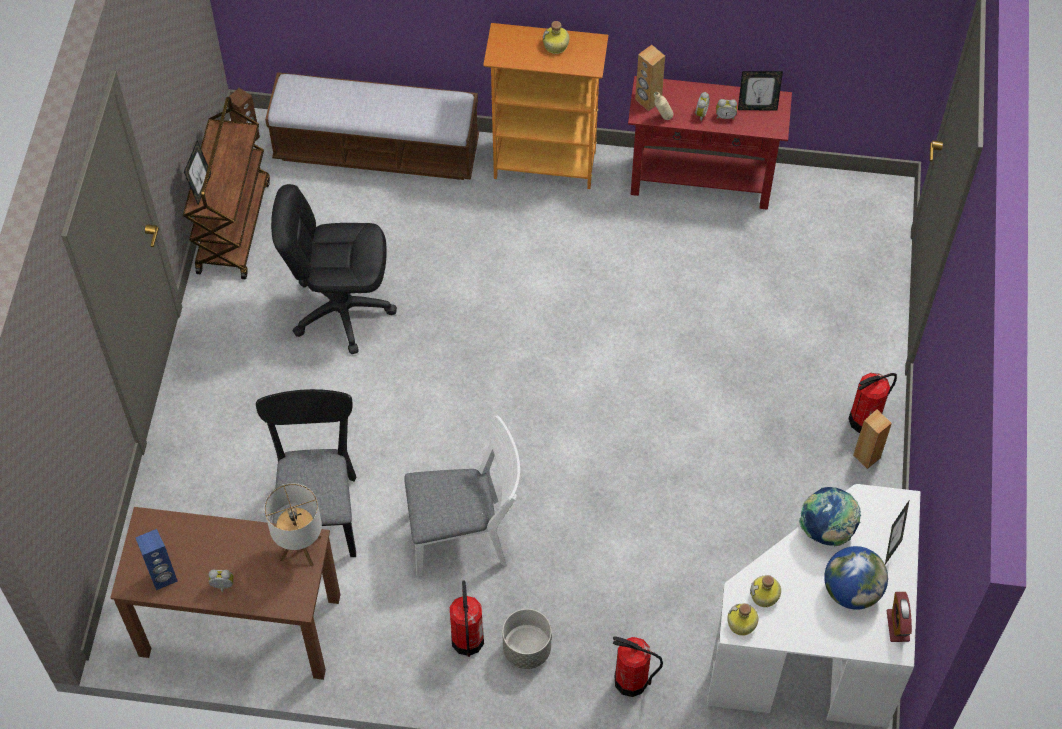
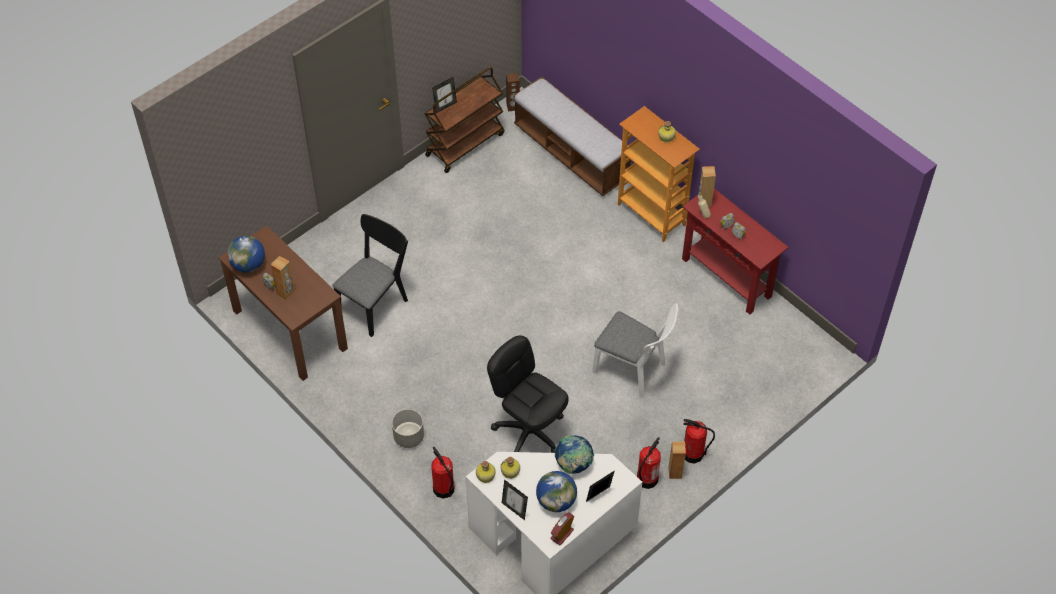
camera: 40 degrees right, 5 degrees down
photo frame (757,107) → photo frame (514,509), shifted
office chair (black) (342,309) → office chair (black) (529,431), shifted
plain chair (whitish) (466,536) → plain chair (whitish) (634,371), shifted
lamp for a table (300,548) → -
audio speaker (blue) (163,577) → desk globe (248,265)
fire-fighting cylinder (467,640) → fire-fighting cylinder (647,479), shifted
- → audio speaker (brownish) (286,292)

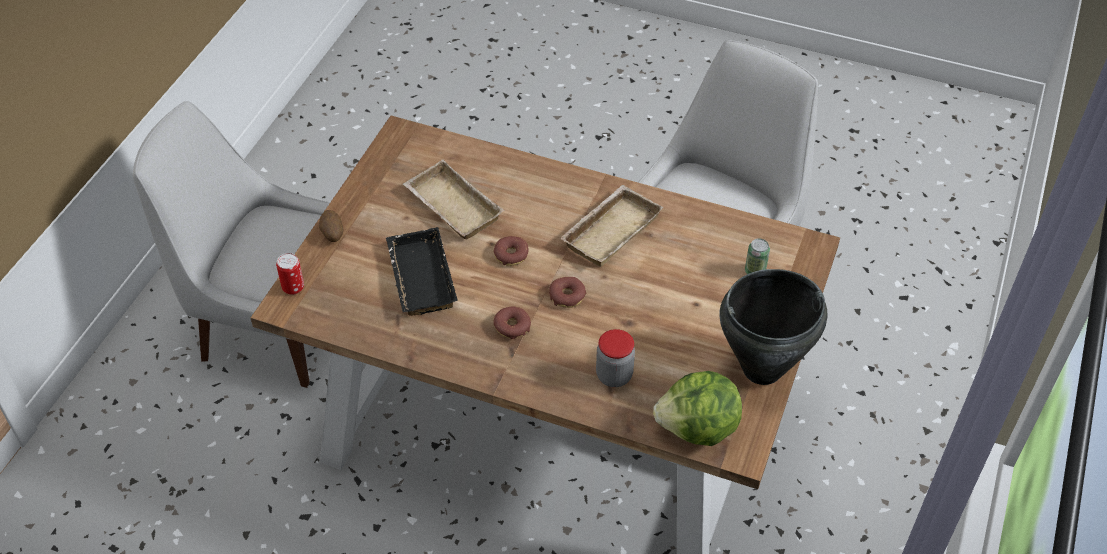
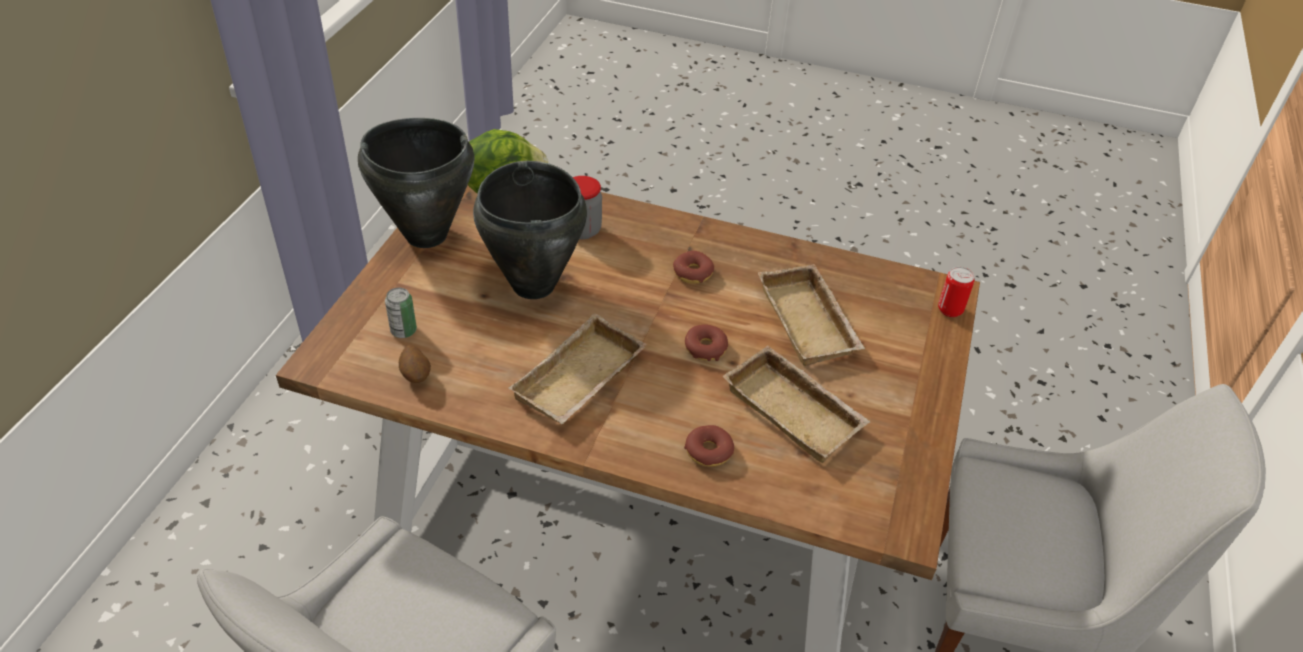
camera: 175 degrees right, 5 degrees down
whole potato (332,234) → whole potato (416,375), shifted
carrying tray (black) (418,277) → carrying tray (beige-coloured) (811,322)
doughnut (567,296) → doughnut (708,451), shifted
- → cooking pot (black) (532,285)

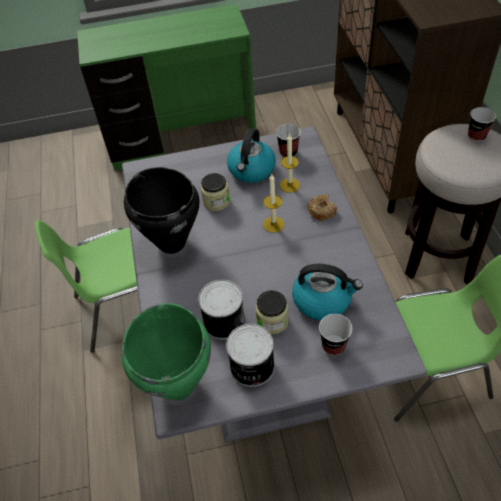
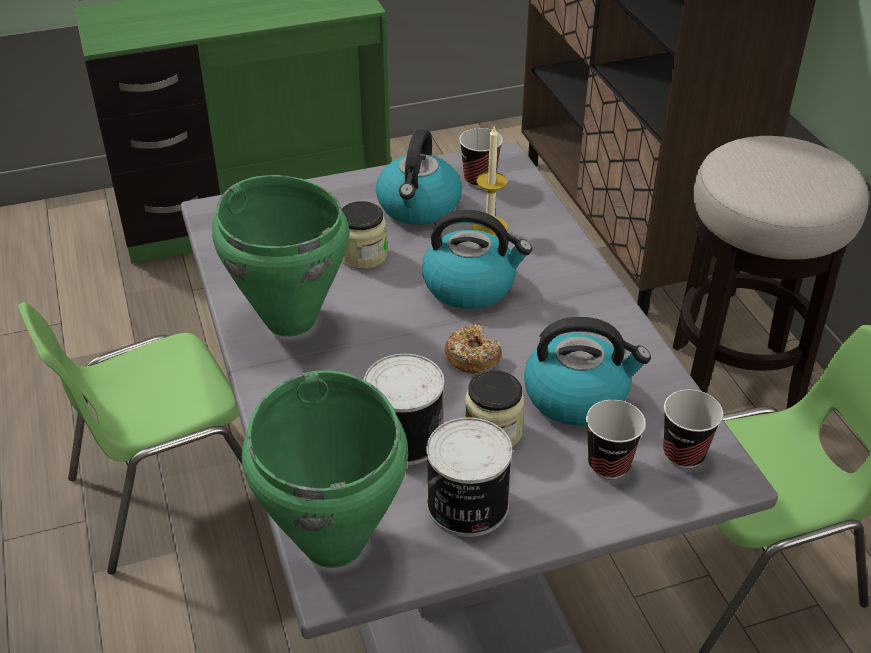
camera: 10 degrees left, 10 degrees down
small cup (476,136) → small cup (683,454), shifted
cooking pot (black) (172,242) → cooking pot (greenish) (290,319)
wax light (273,224) → tea kettle (471,285)
doughnut (322,211) → doughnut (472,356), shifted

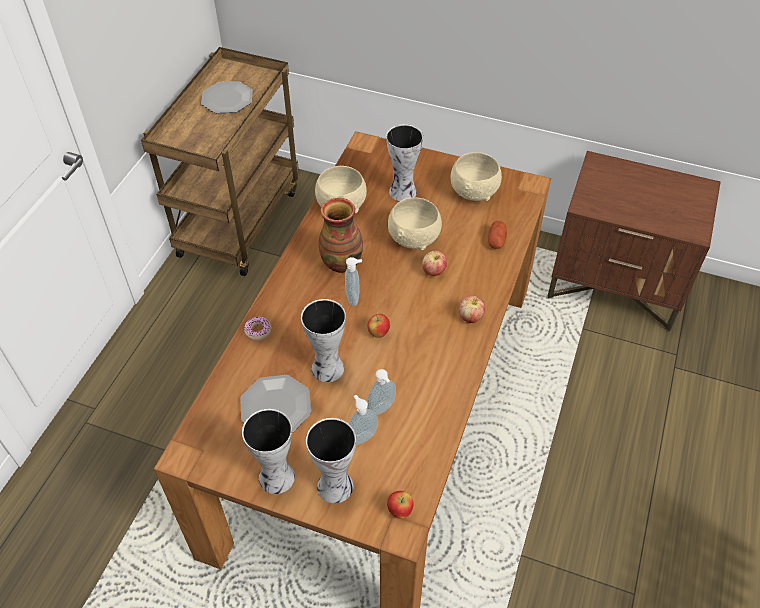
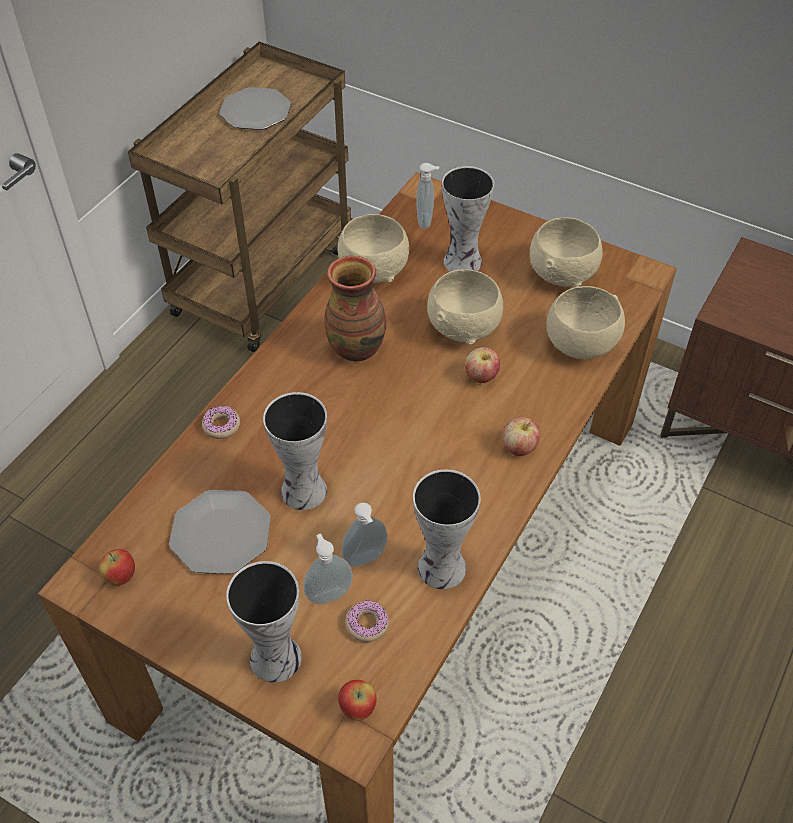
camera: 10 degrees right, 0 degrees up
whole potato (496,241) → deep dish (beige-coloured) (579,345)
soap bottle (354,298) → soap bottle (426,221), shifted
apple fruit (378,333) → apple fruit (121,577), shifted
flower vase (275,478) → flower vase (439,568), shifted
- → doughnut (367,624)

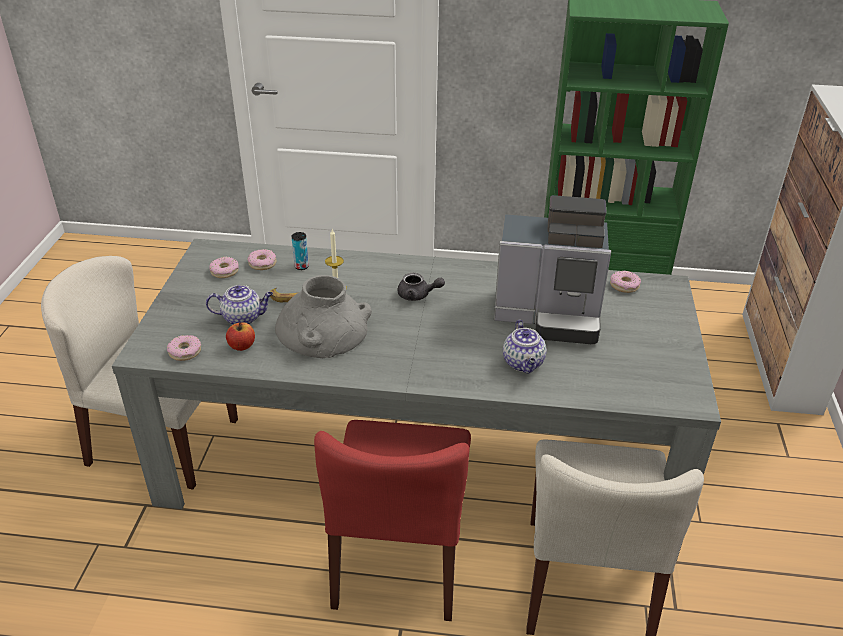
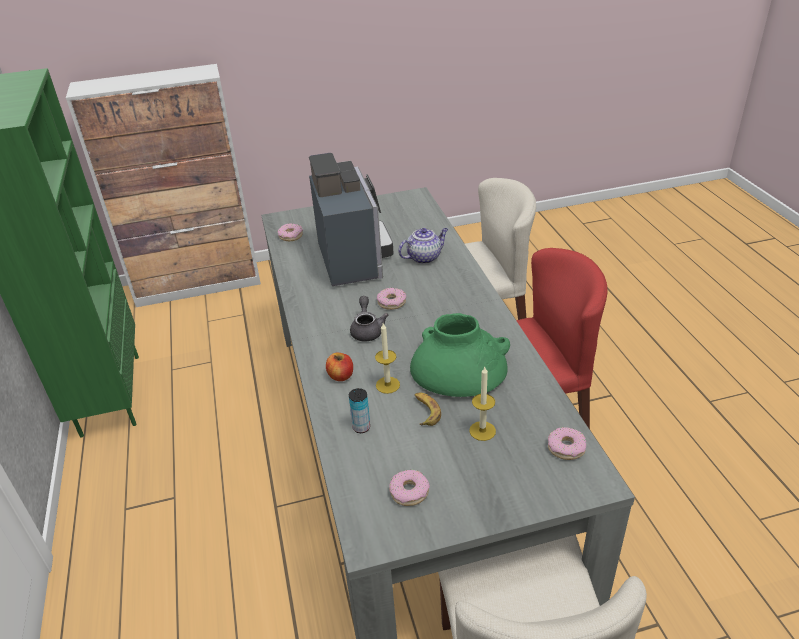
camera: 110 degrees left, 0 degrees up
doughnut (262,263) → doughnut (391,302), shifted
flower vase (greyish) (323,329) → flower vase (greenish) (458,368)
tea pot (243,318) → wax light (482,431)
apple fruit (242,346) → apple fruit (341,376), shifted

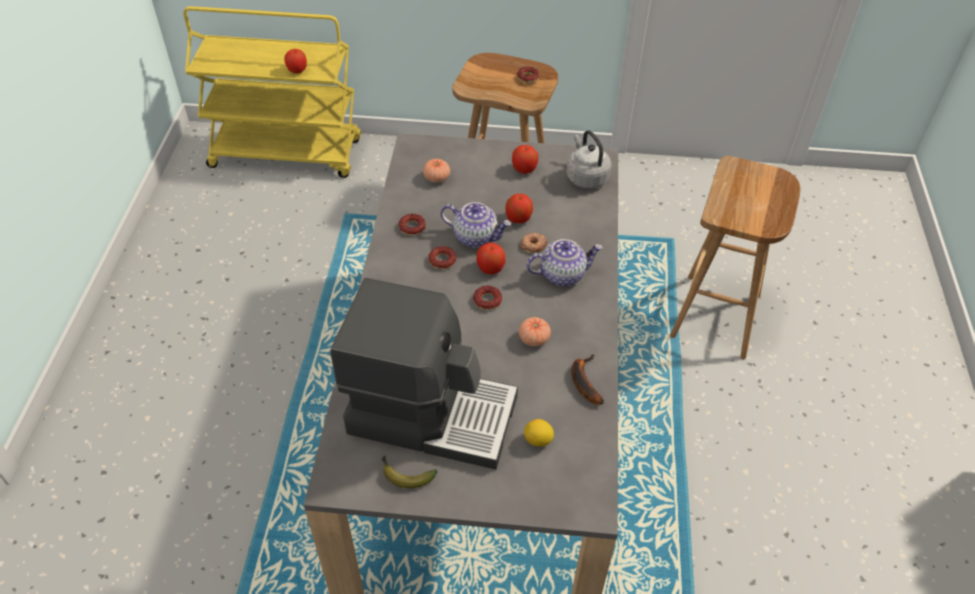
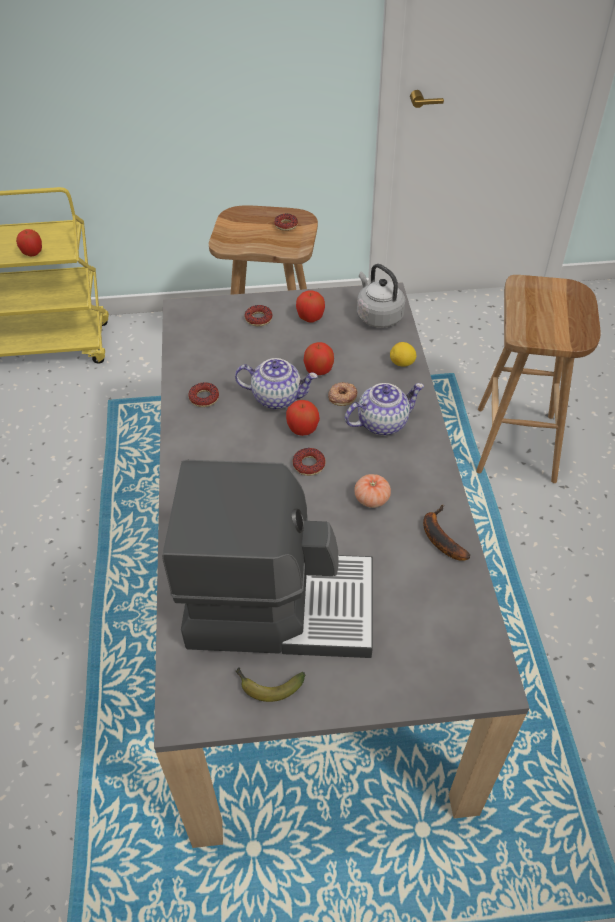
camera: 10 degrees left, 0 degrees up
whole tomato (436,178) → -
doughnut (442,260) → doughnut (258,319), shifted
lemon (538,440) → lemon (402,364), shifted

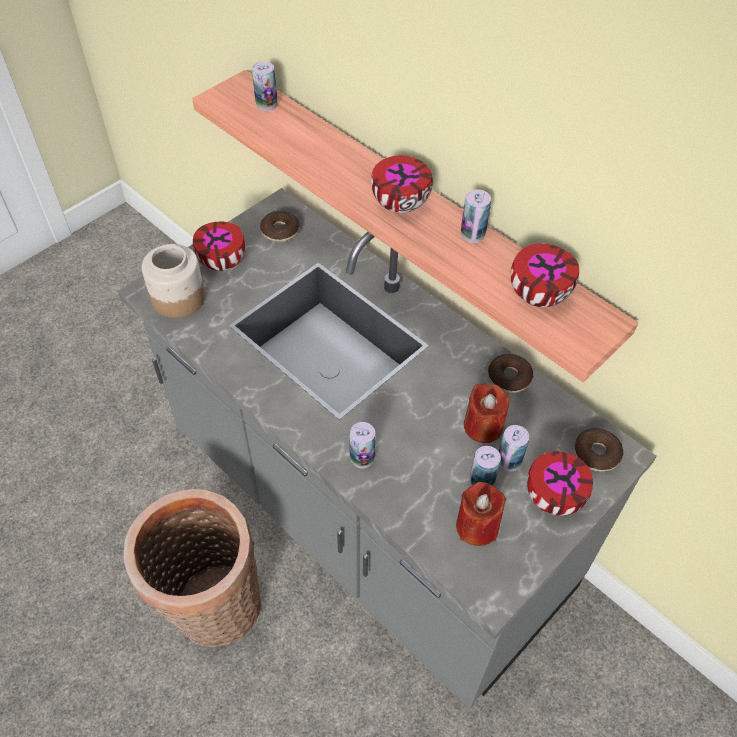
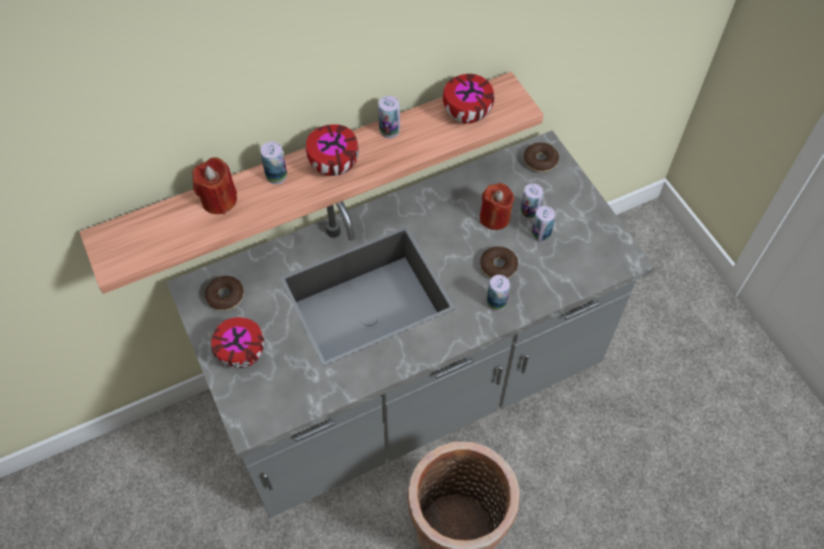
camera: 70 degrees left, 5 degrees up
can (266,105) → can (276,176), shifted
jar (177,298) → -
doughnut (509,378) → doughnut (498,267), shifted
deep dish (552,496) → -
wax light (red-coloured) (477,526) → wax light (red-coloured) (219,200), shifted

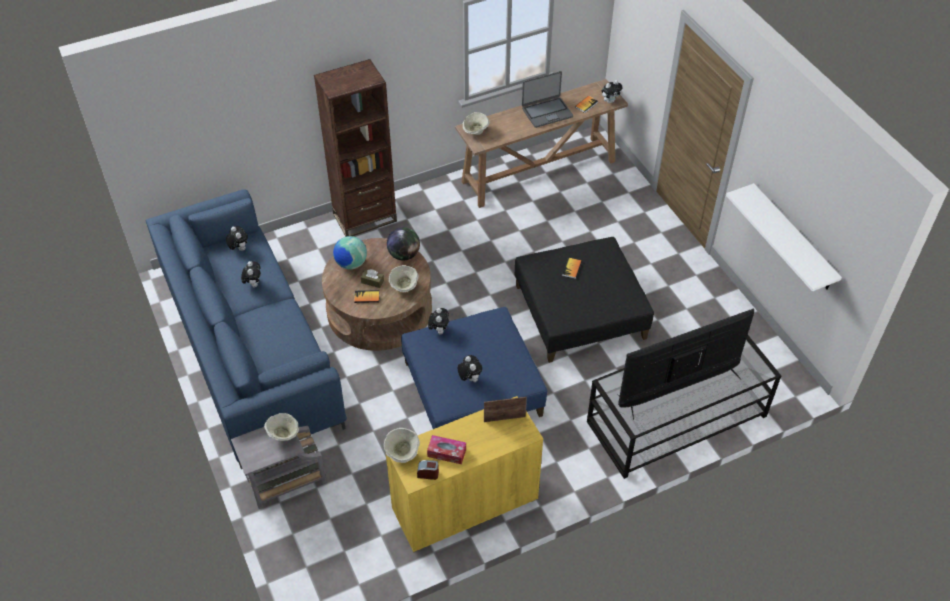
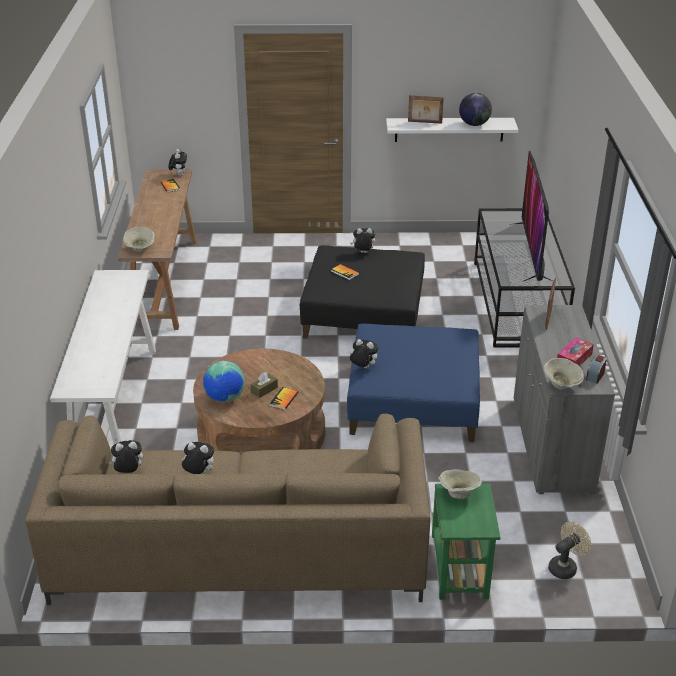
camera: 65 degrees left, 15 degrees down
bookcase (brownish) (365,218) → narrow table (whitish) (116,407)
portable computer (547,112) → -
couch (blue) (250,347) → couch (brownish) (239,549)
desk globe (404,255) → desk globe (474,124), shifted
deep dish (beige-coloured) (404,286) → -
soft toy (469,378) → soft toy (363,253), shifted
cabinet (yellow) (465,504) → cabinet (greyish) (551,444)
side table (greyish) (284,481) → side table (greenish) (459,568)
- → photo frame (424,122)
- → electric fan (beige-coloured) (565,567)

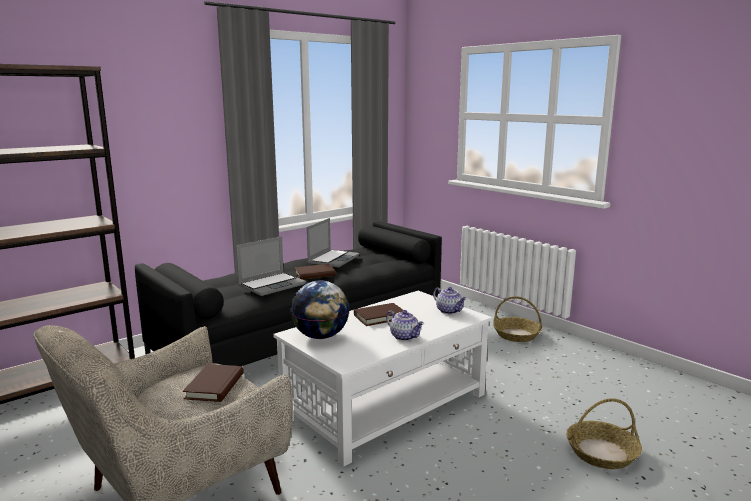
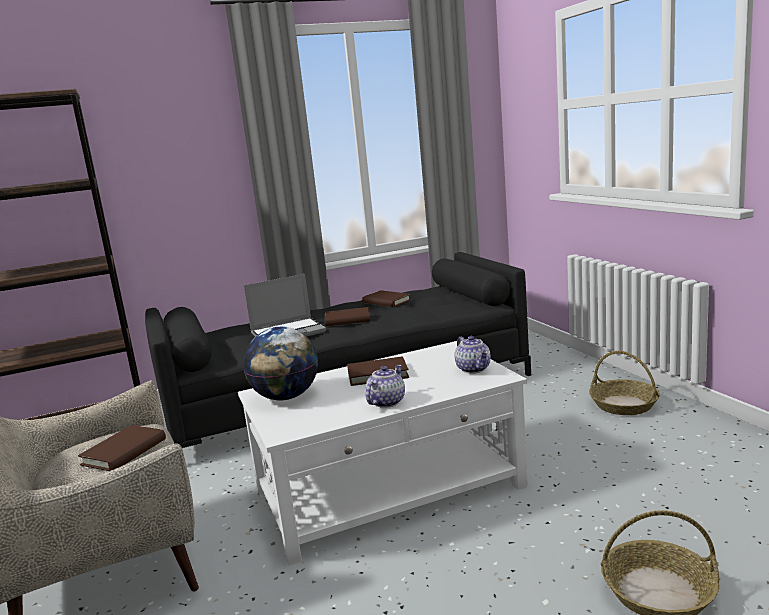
camera: 20 degrees right, 0 degrees up
portable computer (333,259) → bound book (brownish) (386,301)
tea pot (405,337) → tea pot (386,402), 120 degrees counterclockwise

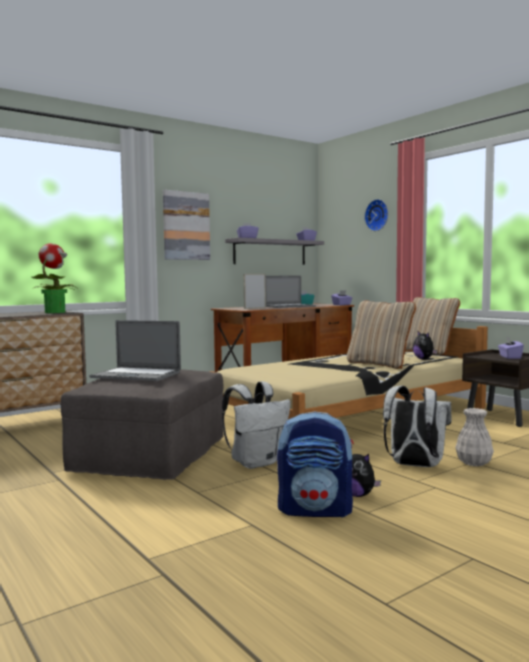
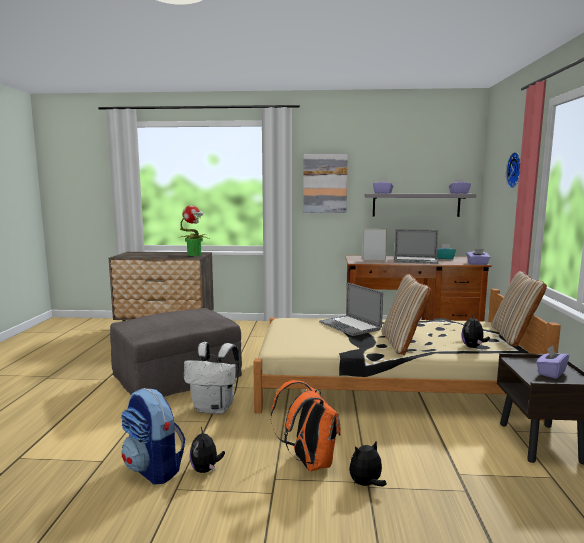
camera: 40 degrees right, 5 degrees up
portable computer (136,375) → portable computer (349,326), shifted
backpack (whitish) (414,466) → backpack (orangey) (309,462)
flower vase (whitish) (474,463) → soft toy (366,484)

